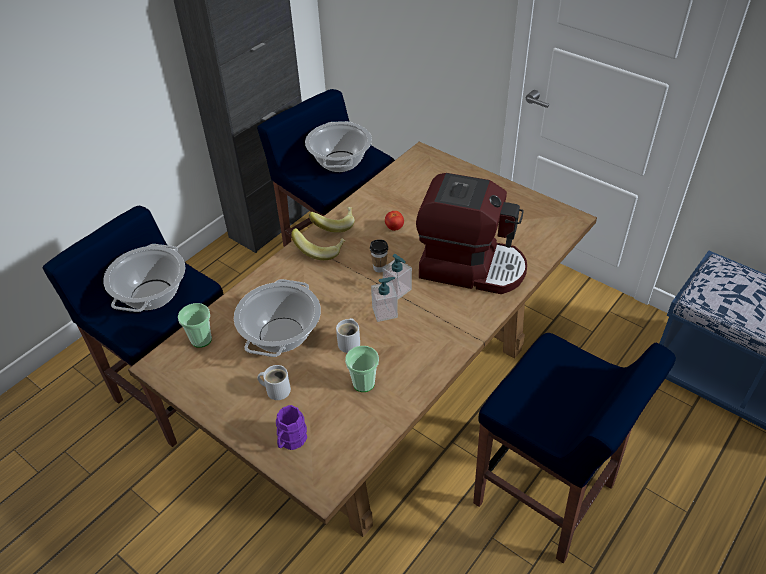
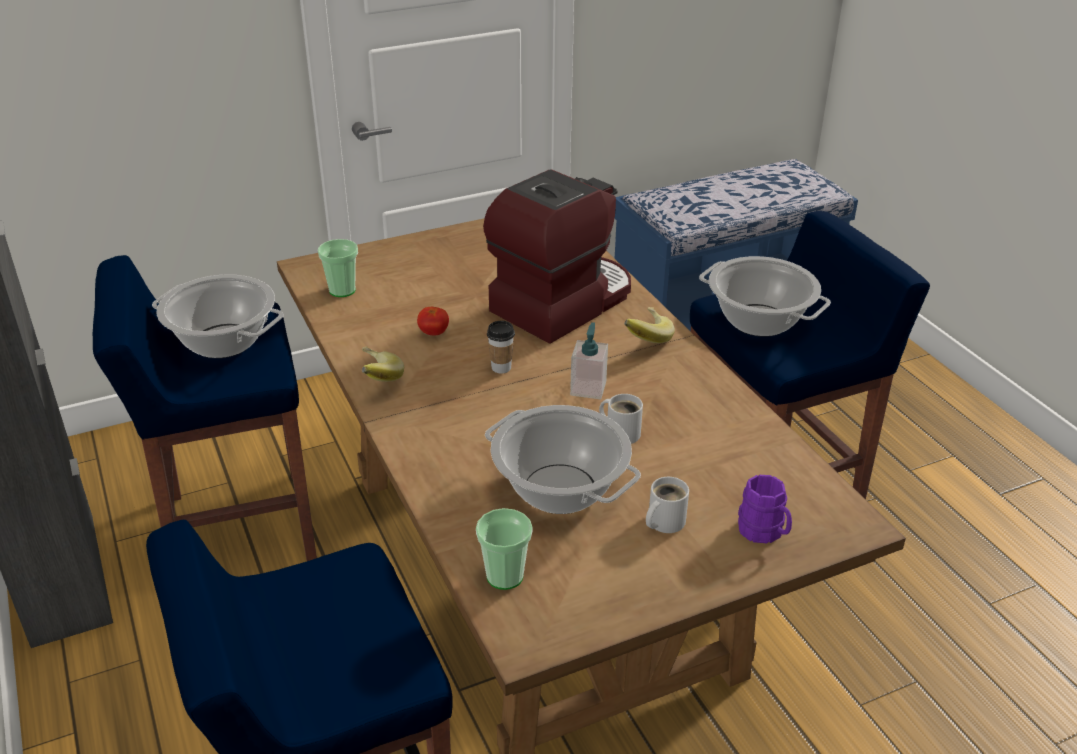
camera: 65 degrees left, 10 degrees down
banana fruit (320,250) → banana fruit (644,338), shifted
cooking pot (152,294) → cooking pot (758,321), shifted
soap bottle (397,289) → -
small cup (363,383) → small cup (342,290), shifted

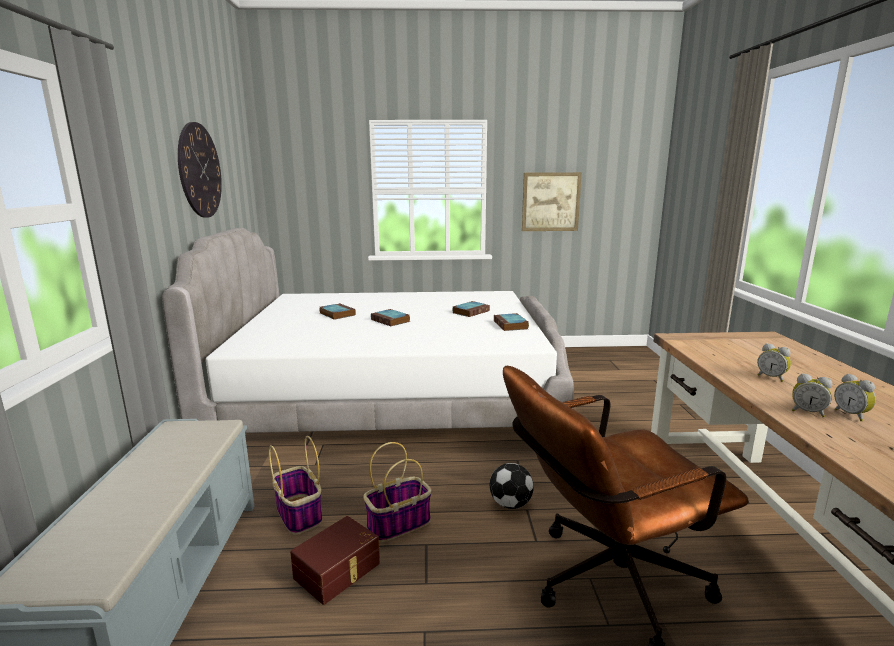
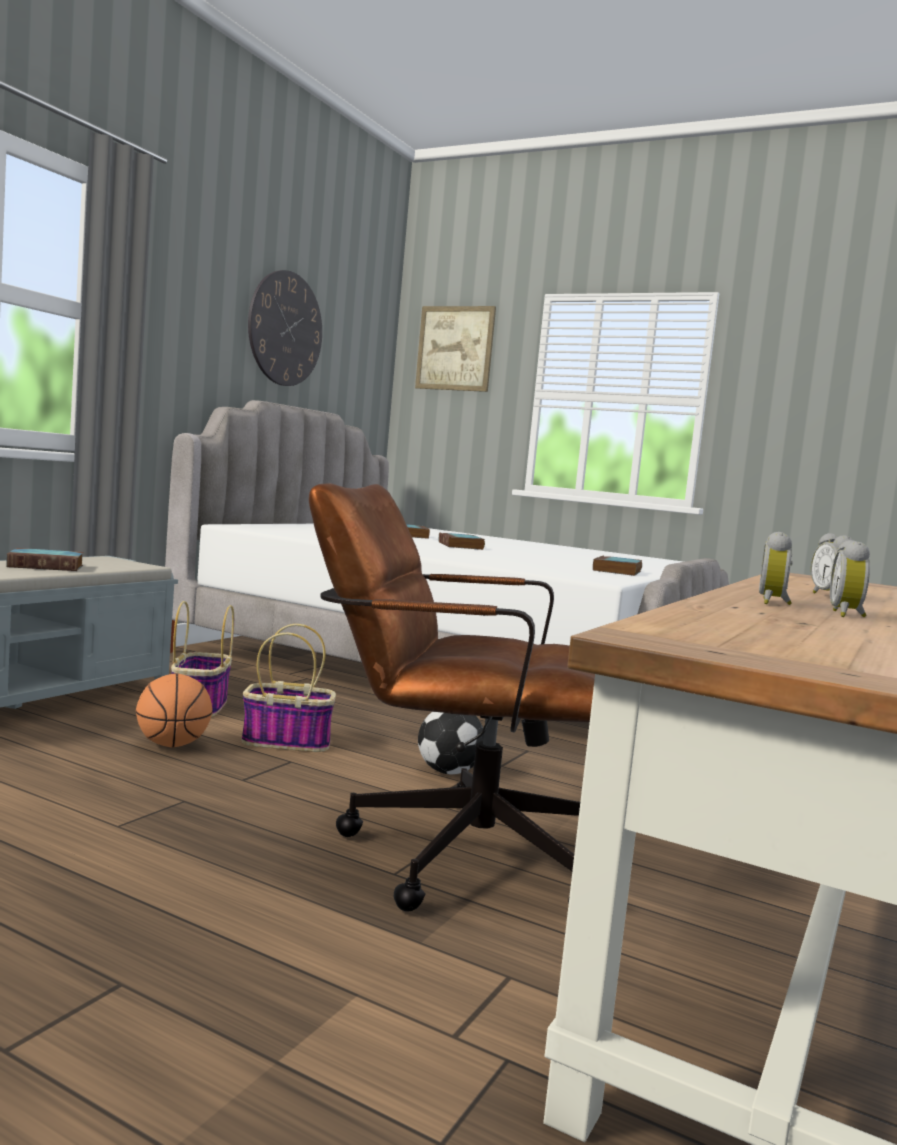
camera: 30 degrees right, 10 degrees down
wall picture (551,202) → wall picture (455,348), shifted
bound book (471,311) → bound book (48,566), shifted
alarm clock (807,412) → alarm clock (774,603), 45 degrees clockwise
storage box (brownish) (338,571) → basketball (172,745)

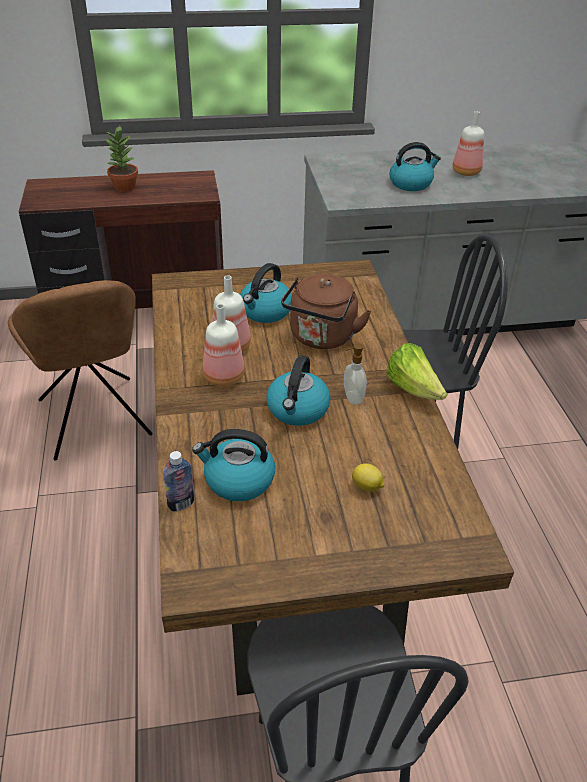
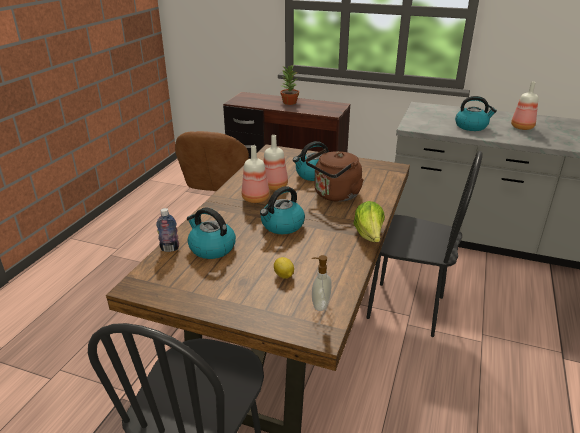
camera: 30 degrees right, 10 degrees down
soap bottle (352,398) → soap bottle (320,304), shifted

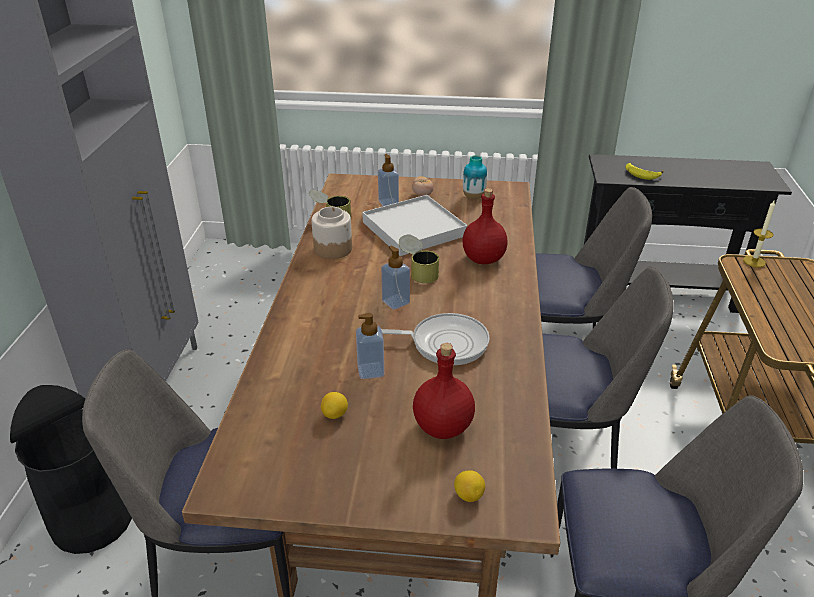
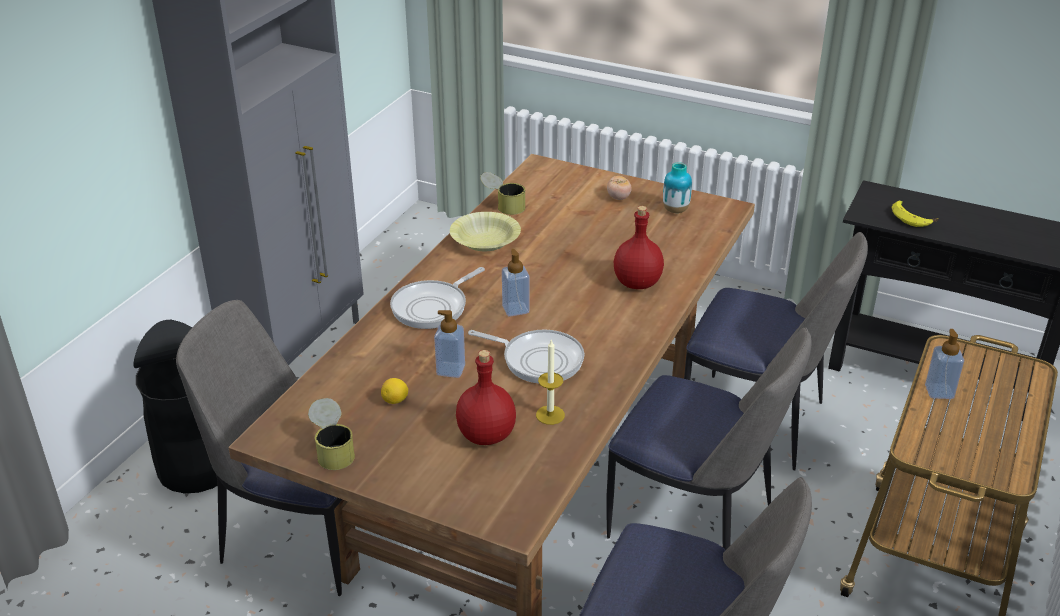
camera: 20 degrees right, 0 degrees up
soap bottle (388,202) → soap bottle (939,391), shifted
carrying tray (whitish) (414,229) → -
wax light (754,261) → wax light (550,415), shifted
jar (333,249) → deep dish (yellow) (485,241)
can (418,272) → can (333,450), shifted
lemon (468,495) → -
- → pan (433,307)

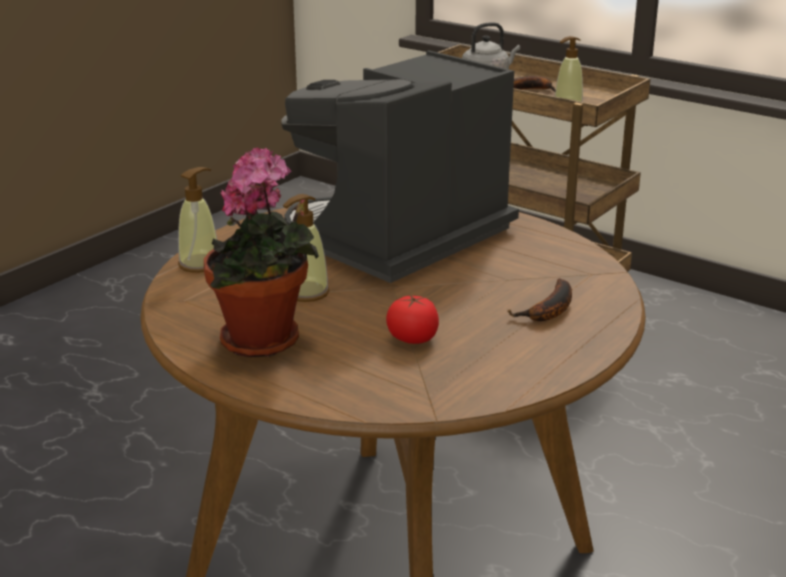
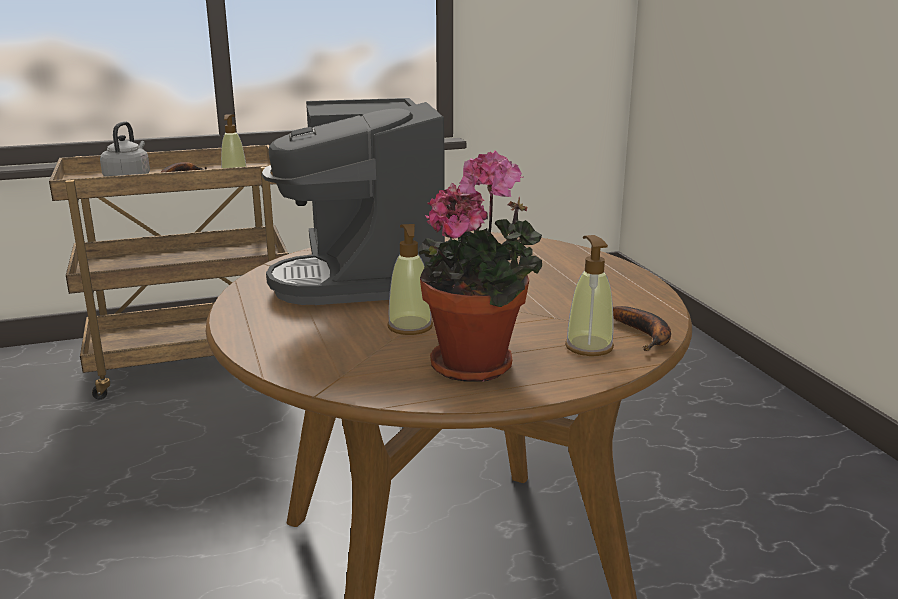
camera: 55 degrees left, 5 degrees down
soap bottle (200,264) → soap bottle (589,347), shifted
banana fruit (549,311) → banana fruit (645,335), shifted
whole tomato (412,339) → -

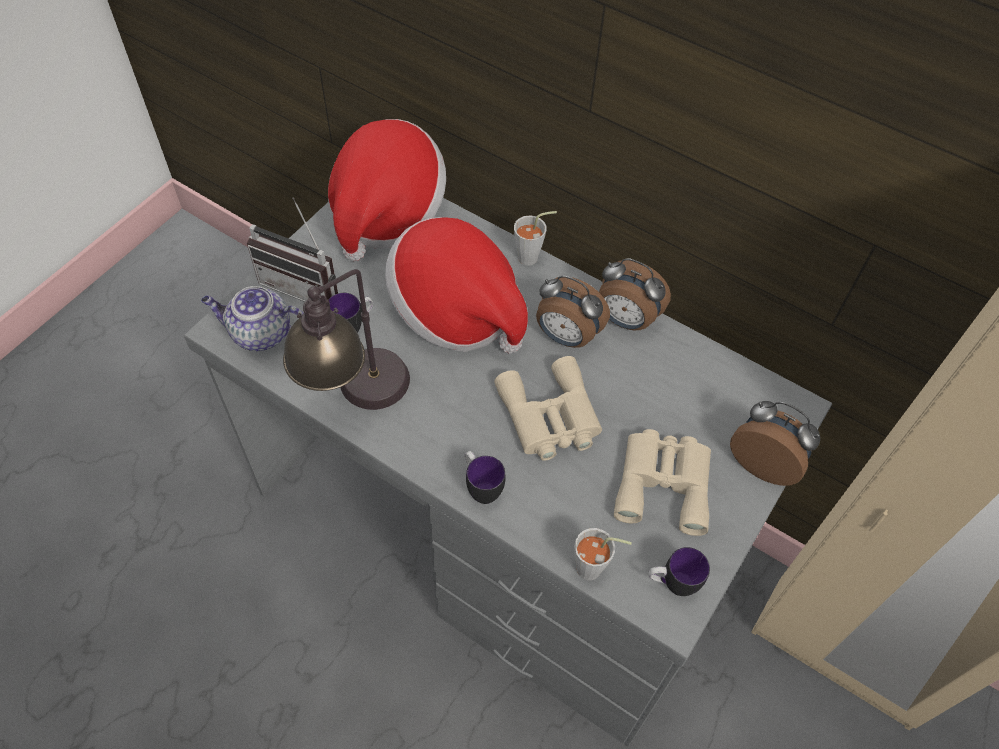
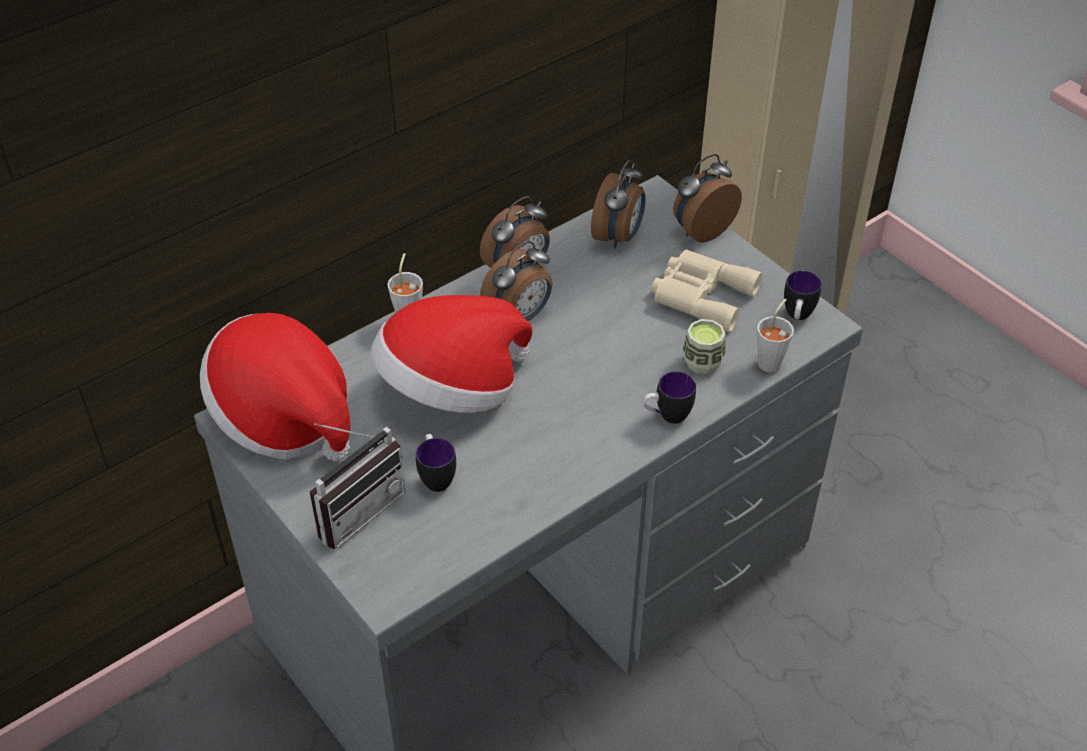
camera: 70 degrees left, 10 degrees down
lamp for a table (356,399) → -
tea pot (260,334) → -
pair of binoculars (beige-coloured) (549,418) → -
- → alarm clock (618,236)
- → small cup (702,362)

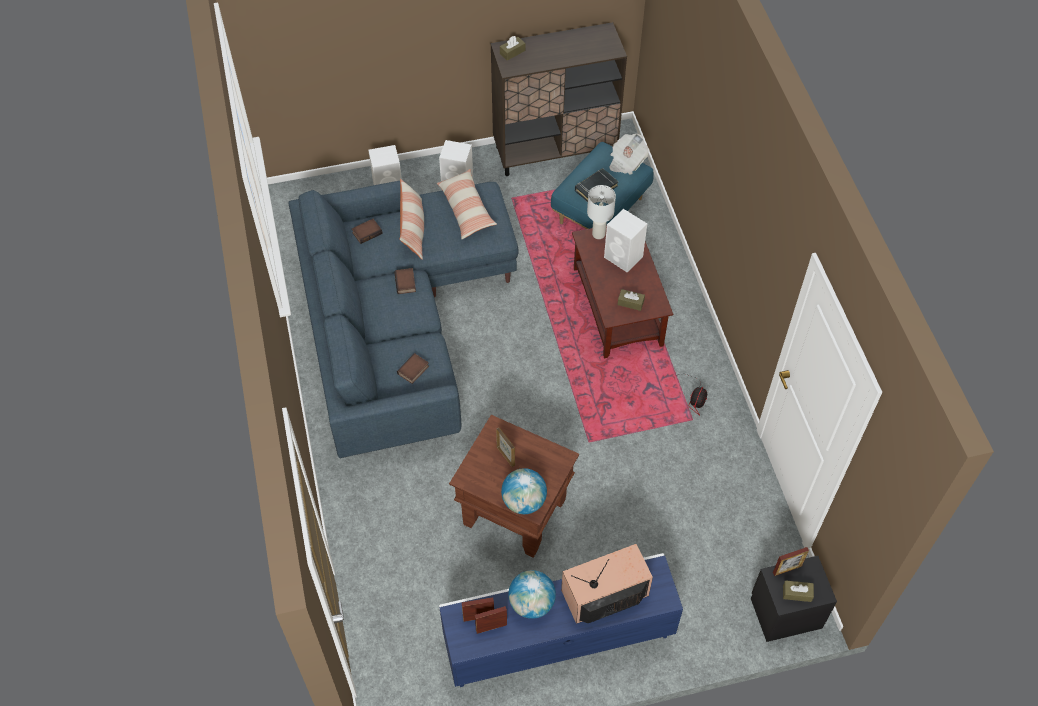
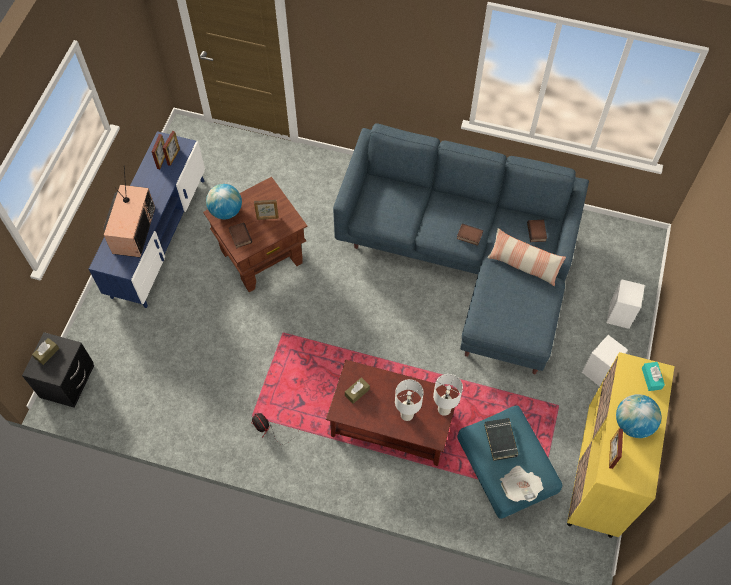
camera: 120 degrees right, 5 degrees up
cabinet (brownish) (555,151) → cabinet (yellow) (599,474)
tissue holder (brownish) (512,52) → tissue holder (turquoise-coloured) (651,378)
cushion (466,209) → -
audio speaker (whitish) (624,257) → lamp for a table (whitish) (406,415)
bound book (413,371) → bound book (239,236), shifted
photo frame (787,569) → photo frame (611,454), shifted
desk globe (531,603) → desk globe (633,423), shifted

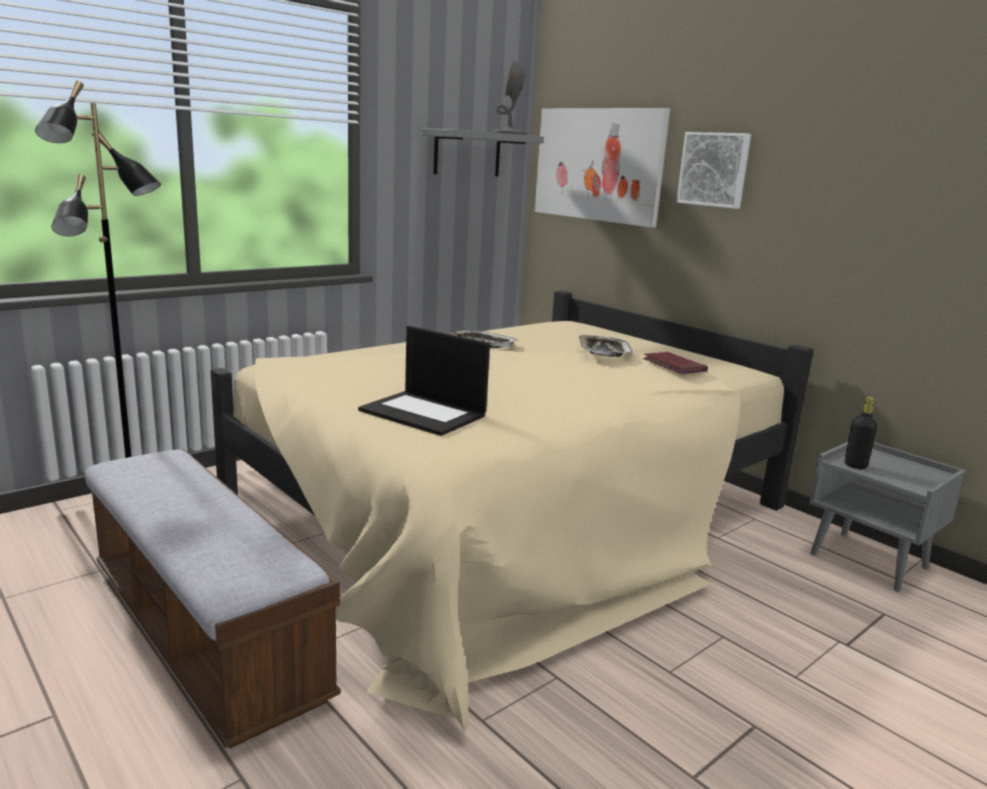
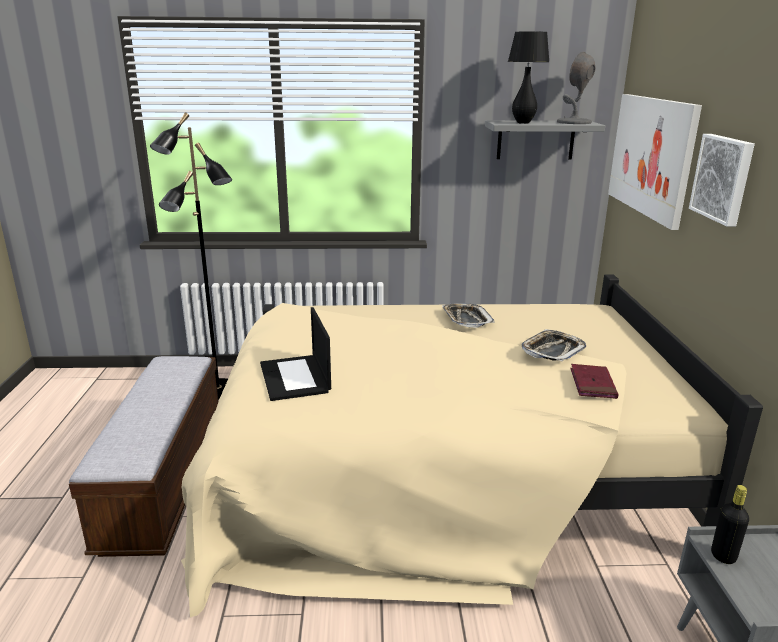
camera: 40 degrees right, 5 degrees up
- → lamp for a table (black) (523,123)

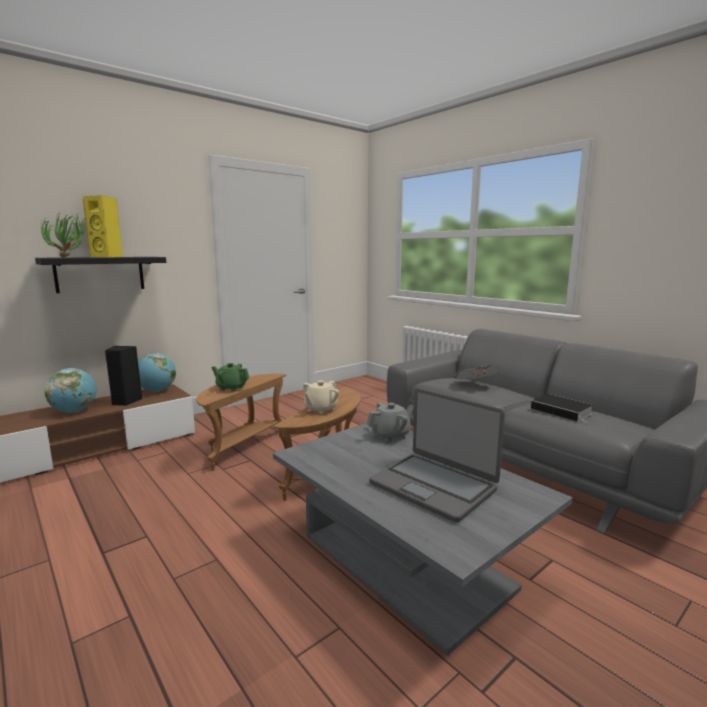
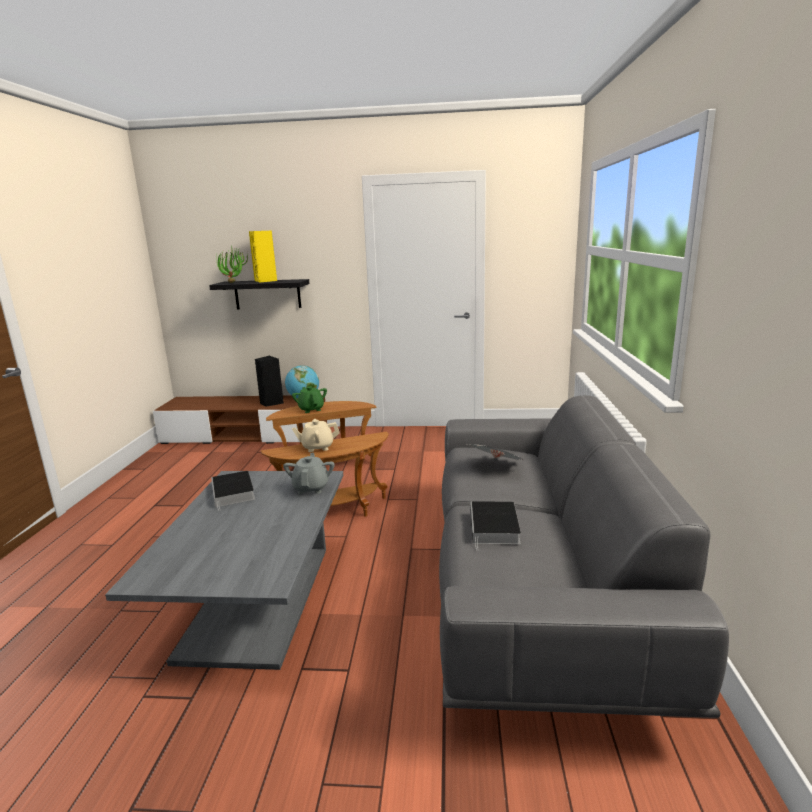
camera: 45 degrees right, 5 degrees up
desk globe (74,411) → -
portable computer (433,486) → -
tea pot (greyish) (391,435) → tea pot (greyish) (311,488), 105 degrees counterclockwise
- → bound book (233,493)

